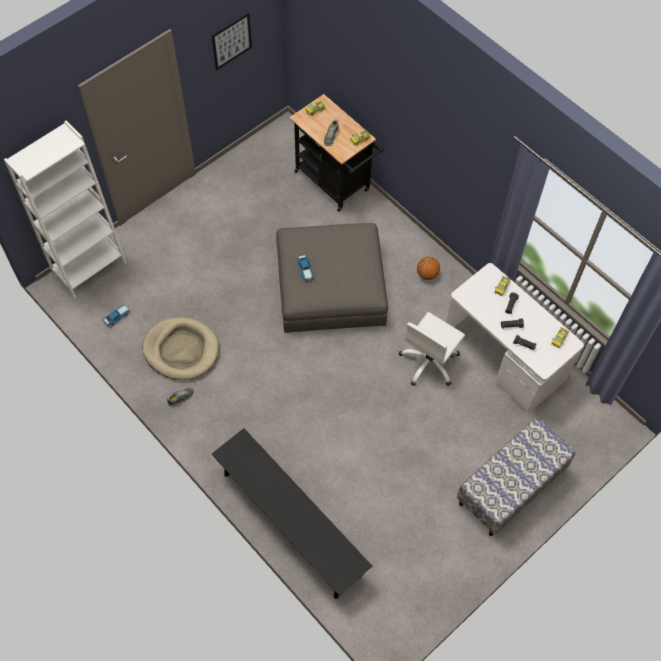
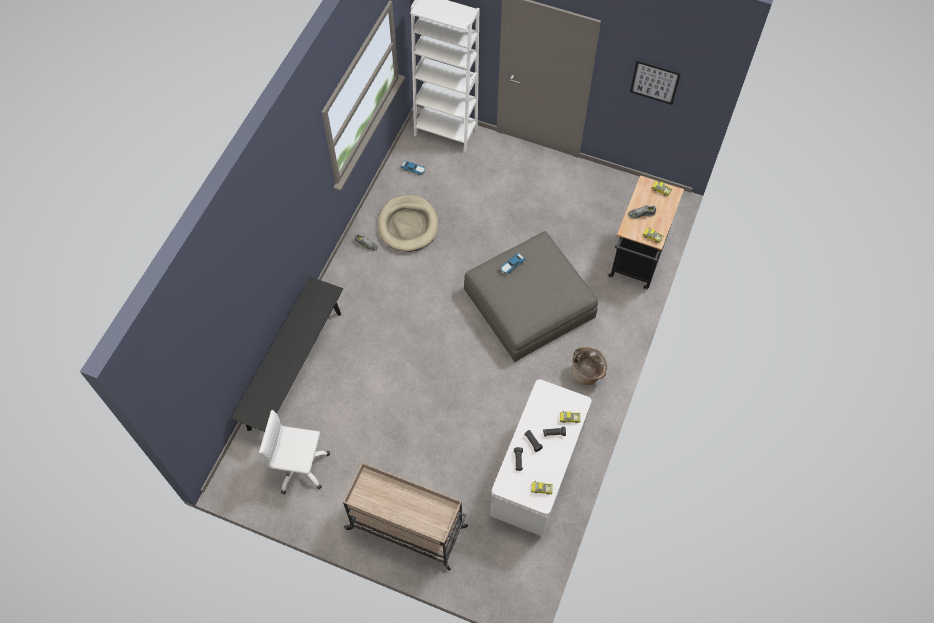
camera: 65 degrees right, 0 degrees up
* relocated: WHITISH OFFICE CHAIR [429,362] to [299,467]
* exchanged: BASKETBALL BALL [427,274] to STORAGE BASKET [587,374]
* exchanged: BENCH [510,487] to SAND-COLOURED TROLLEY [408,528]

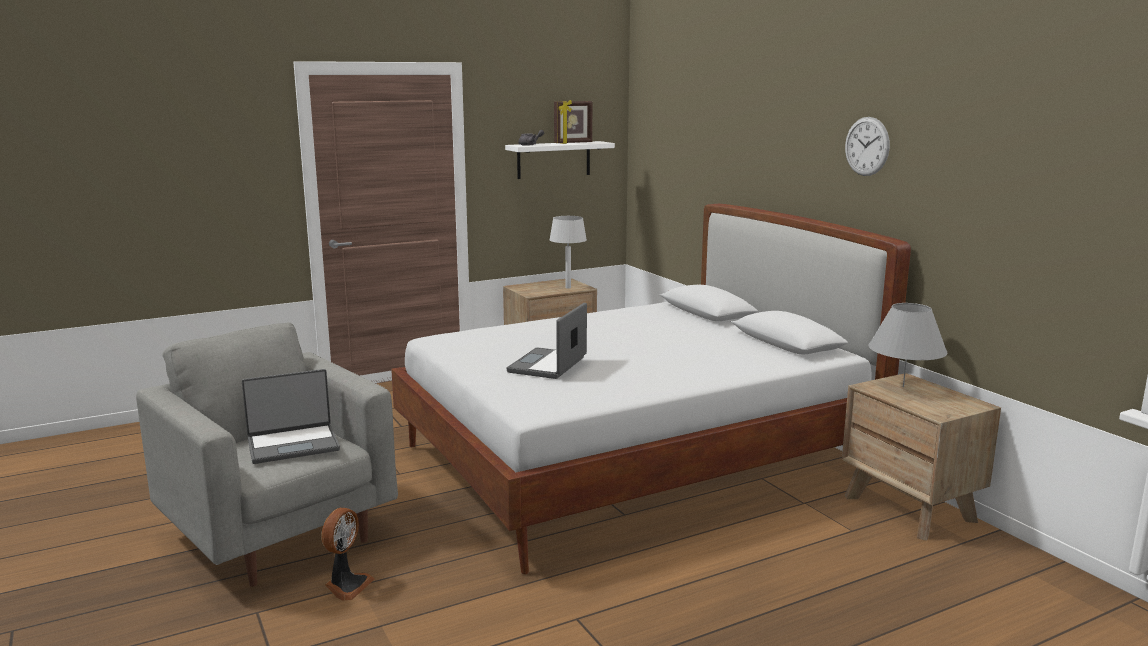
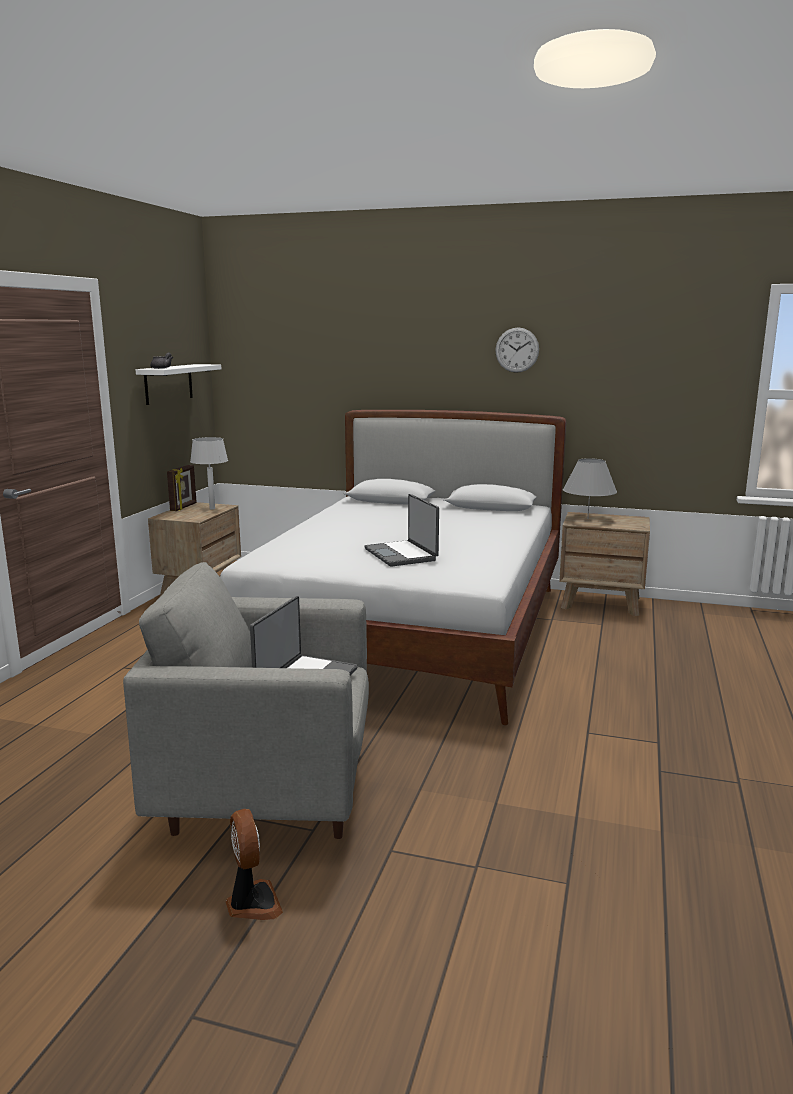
camera: 45 degrees left, 0 degrees up
* relocated: ELECTRIC FAN [347,585] to [252,903]
* relocated: STANDING FRAME [573,143] to [184,507]

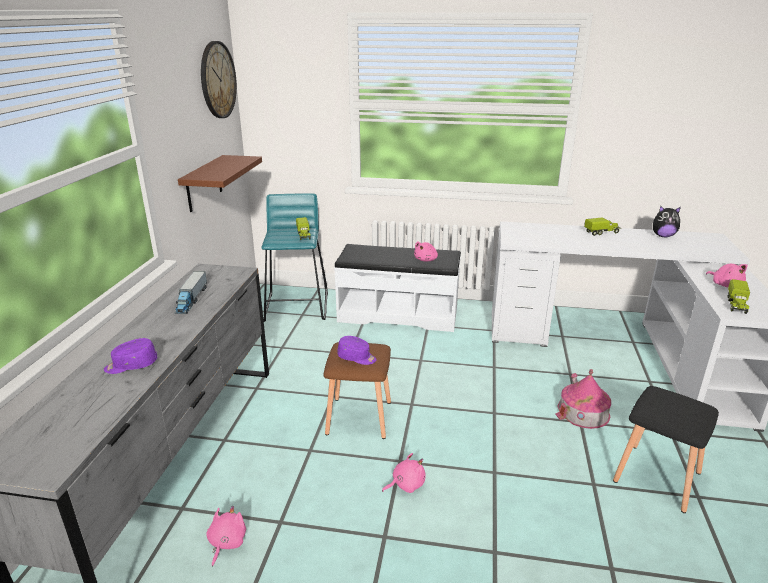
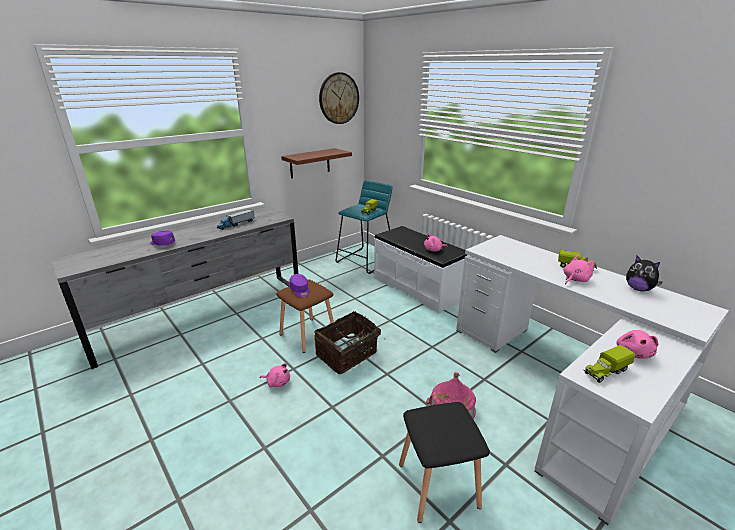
camera: 40 degrees right, 0 degrees up
* appeared: STORAGE BASKET [348,355]
* relocated: PINK SOFT TOY [226,543] to [575,279]

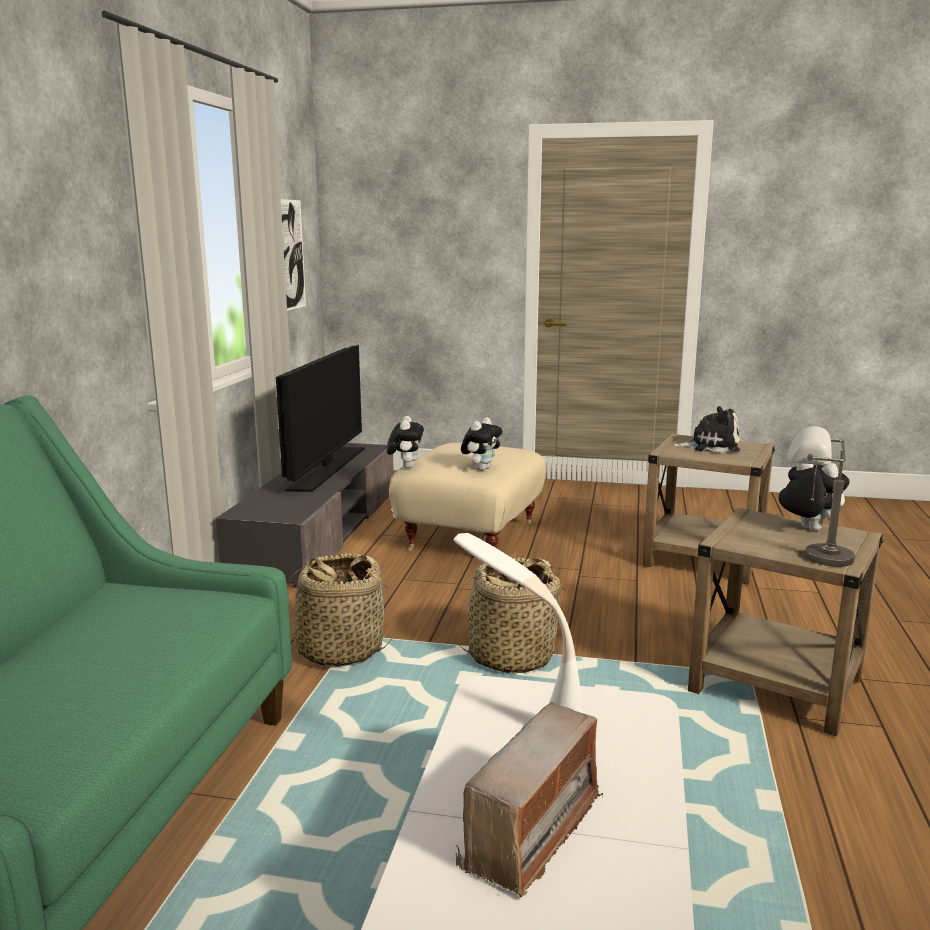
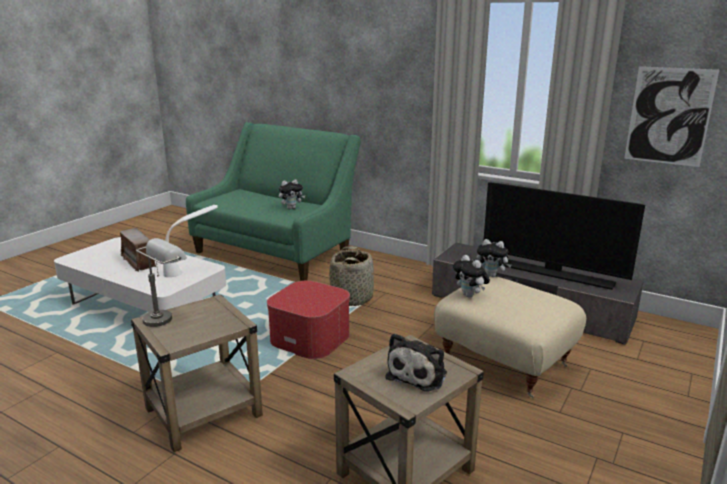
camera: 110 degrees right, 5 degrees up
* relocated: SOFT TOY [807,529] to [291,208]
* exchanged: STORAGE BASKET [511,656] to FOOTREST [310,337]

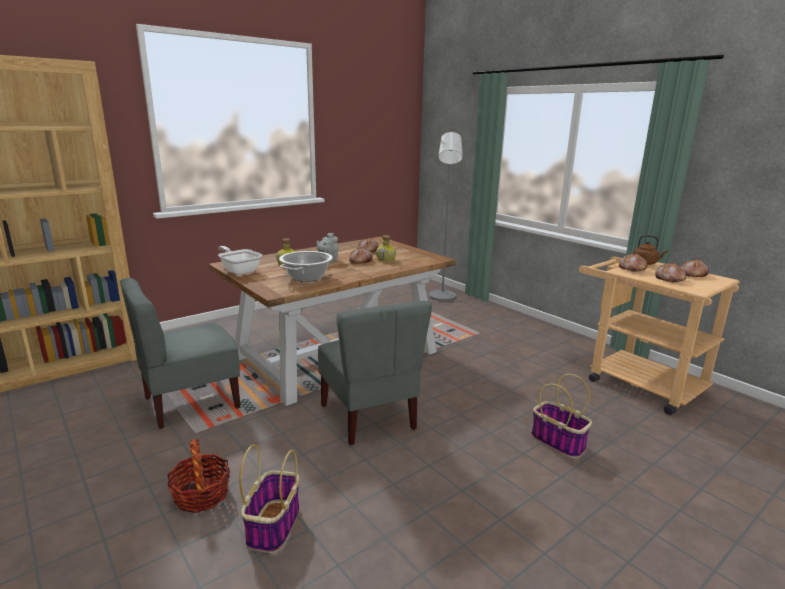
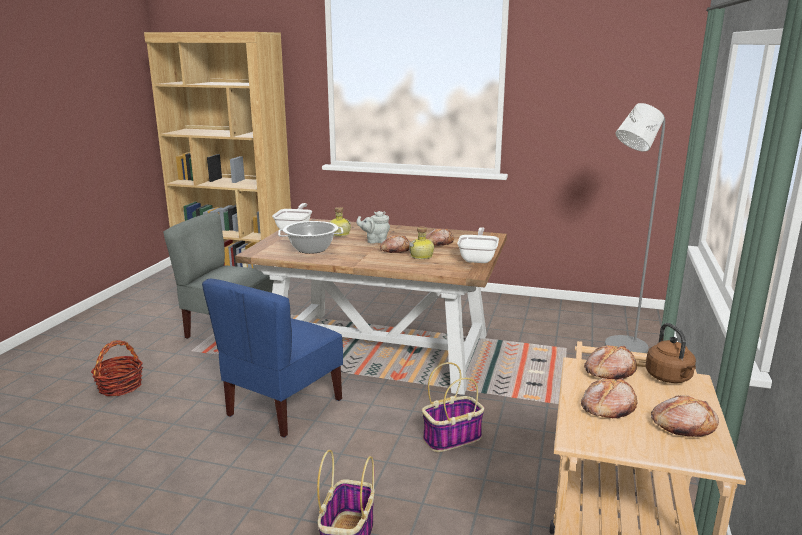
camera: 55 degrees right, 0 degrees up
* appeared: SKILLET [478,258]
* relocated: STORAGE BASKET [273,525] to [452,438]
* colour: GRAY CHAIR [369,417] to BLUISH CHAIR [283,407]

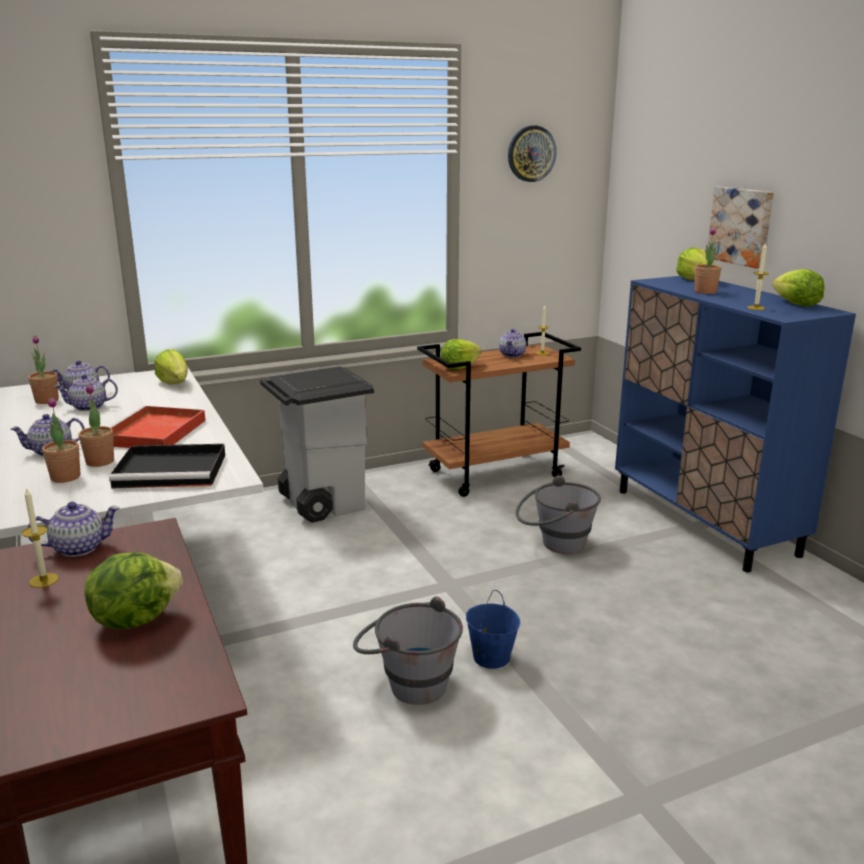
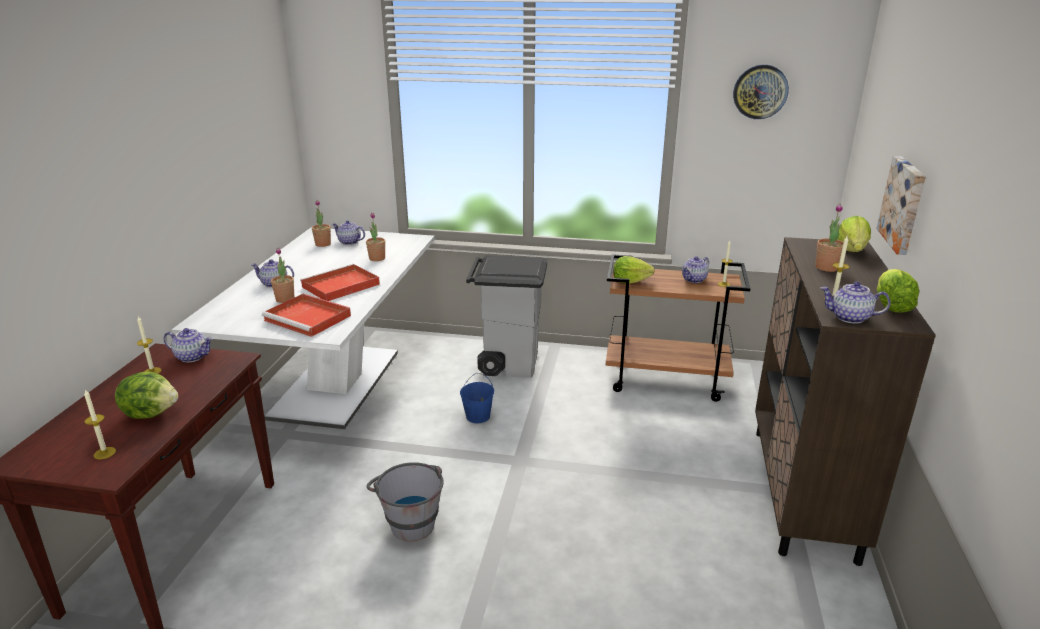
camera: 35 degrees right, 5 degrees up
* missing: LETTUCE HEAD [174,383]
* missing: GRAY WATER BUCKET [554,544]
* appeared: CANDLE [104,453]
* relocated: PLANT IN A POT [65,477] to [377,258]
* relocated: POT FOR TEA [88,407] to [849,318]
* relocated: BLUISH WATER BUCKET [490,657] to [477,416]
* colour: BLACK CARRYING TRAY [173,470] to RED-COLOURED CARRYING TRAY [309,318]
* colour: BLUISH CUPBOARD [704,522] to BROWN-COLOURED CUPBOARD [802,491]

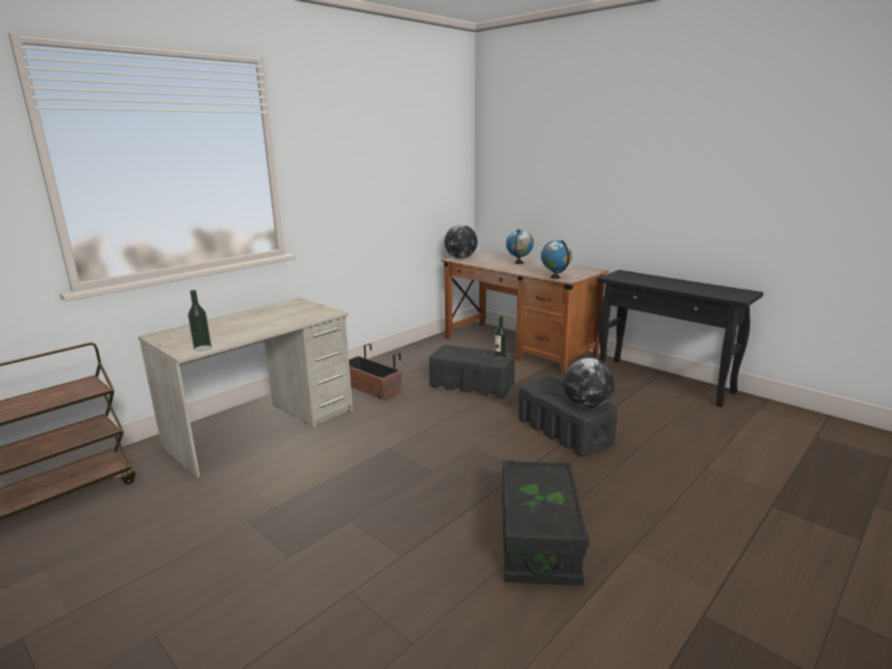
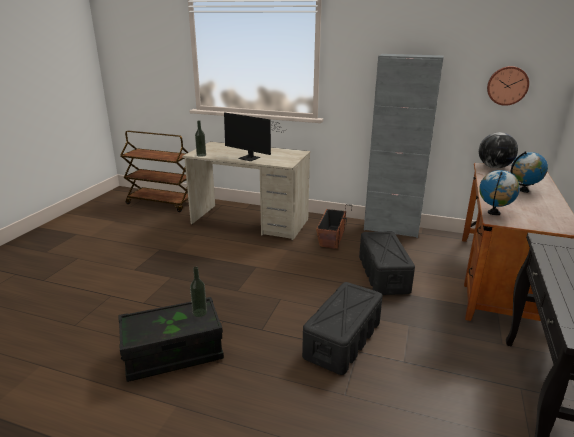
camera: 65 degrees right, 5 degrees up
* missing: DESK GLOBE [587,405]
* appeared: COMPUTER DISPLAY [251,159]
* appeared: GRAY CUPBOARD [391,229]
* appeared: HANGING CLOCK [507,85]
* relocated: BOTTLE [500,358] to [199,312]

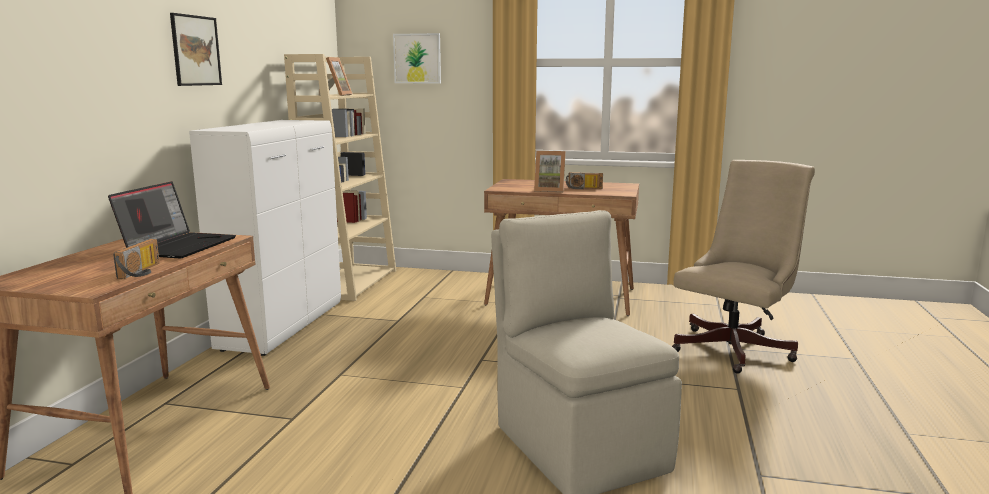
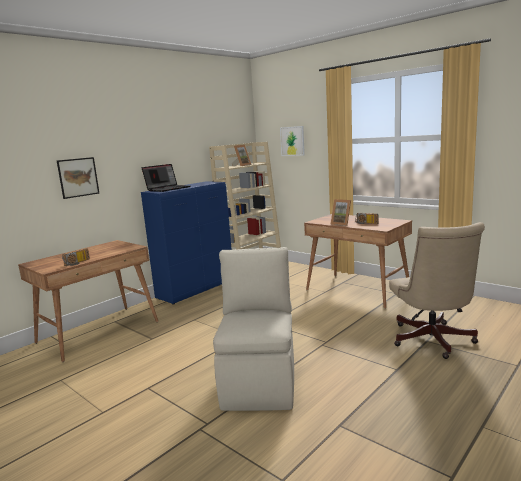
camera: 30 degrees right, 0 degrees up
* relocated: NOTEBOOK COMPUTER [179,246] to [168,189]
* relocated: WALL PICTURE [196,50] to [78,177]
* colour: WHITISH CUPBOARD [283,326] to BLUISH CUPBOARD [196,289]
* spun: SAND-COLOURED OFFICE CHAIR [737,348] = [433,342] 105 degrees clockwise

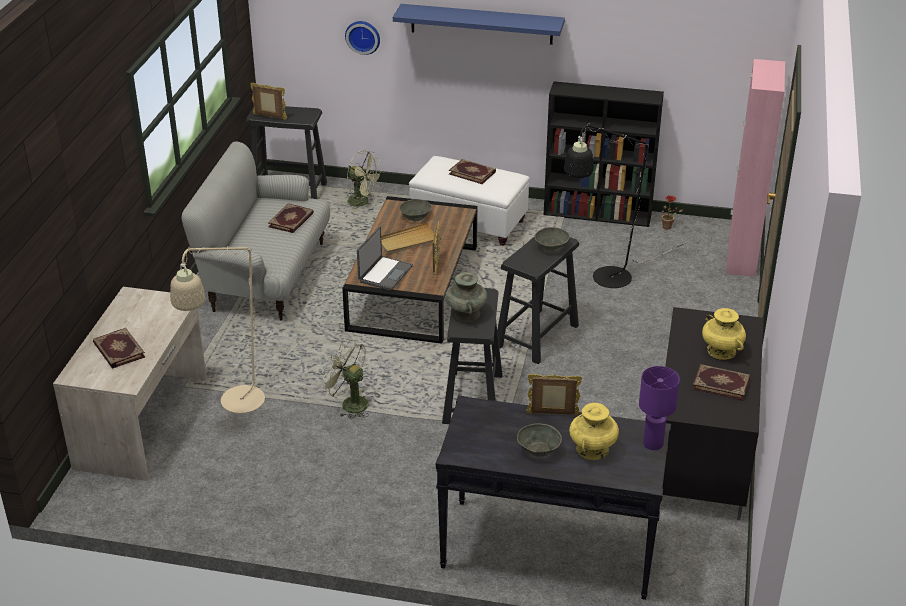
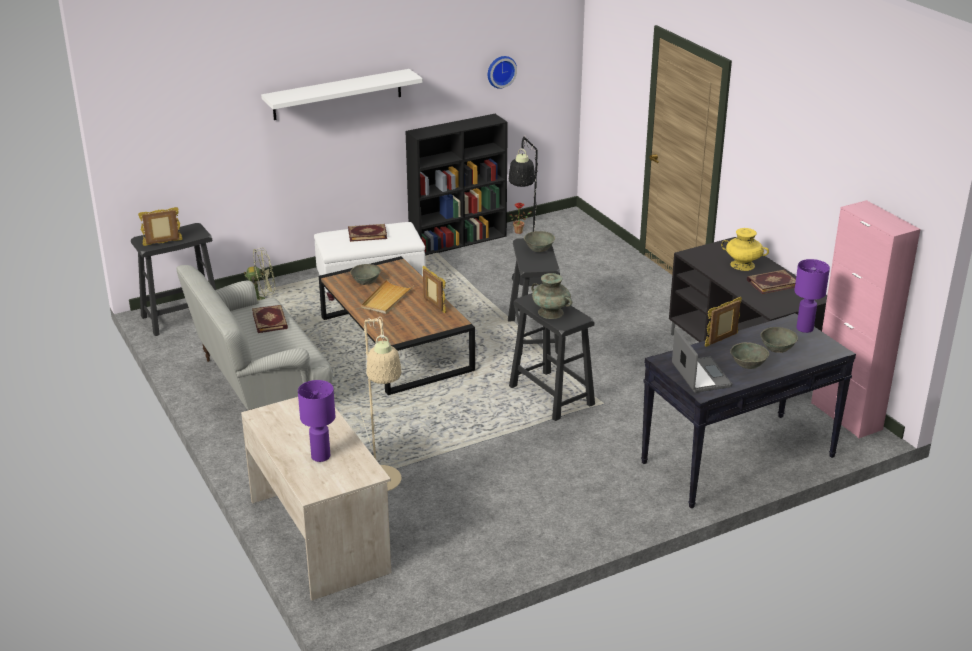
camera: 40 degrees left, 5 degrees down
* missing: GREENISH ELECTRIC FAN [349,403]
* relocated: HANGING CLOCK [363,36] to [500,71]
* relocated: NOTEBOOK COMPUTER [384,274] to [700,376]
* relocated: PINK CUPBOARD [741,257] to [846,416]
* exchanged: BOOK [118,350] to PURPLISH LAMP FOR A TABLE [320,456]
* exchanged: YELLOW-COLOURED VASE [592,449] to GRAY BOWL [777,348]
* colour: BLUISH BRACKET SHELF [481,24] to WHITISH BRACKET SHELF [337,94]

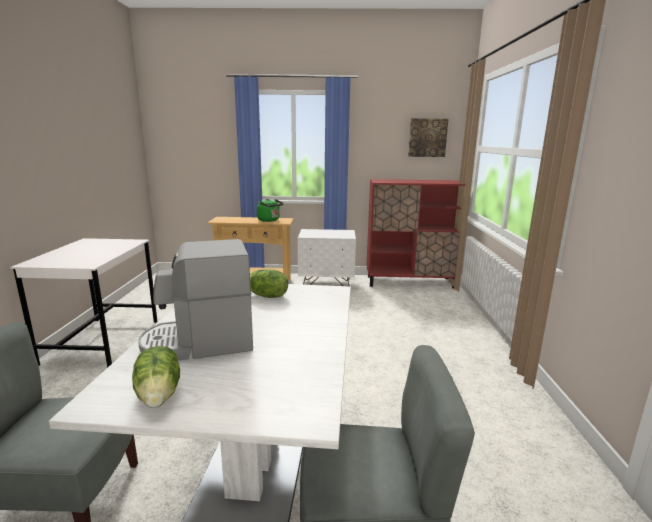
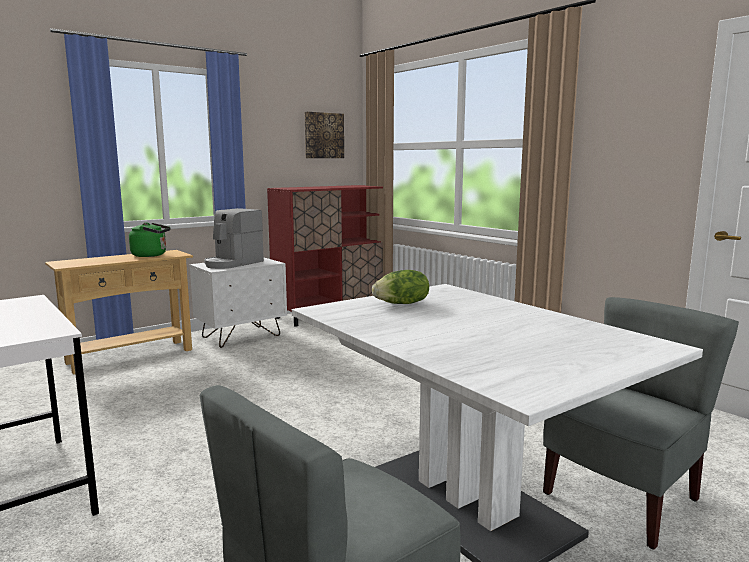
camera: 40 degrees left, 5 degrees down
* missing: LETTUCE HEAD [160,394]
* relocated: COFFEE BREWER [199,343] to [233,263]

